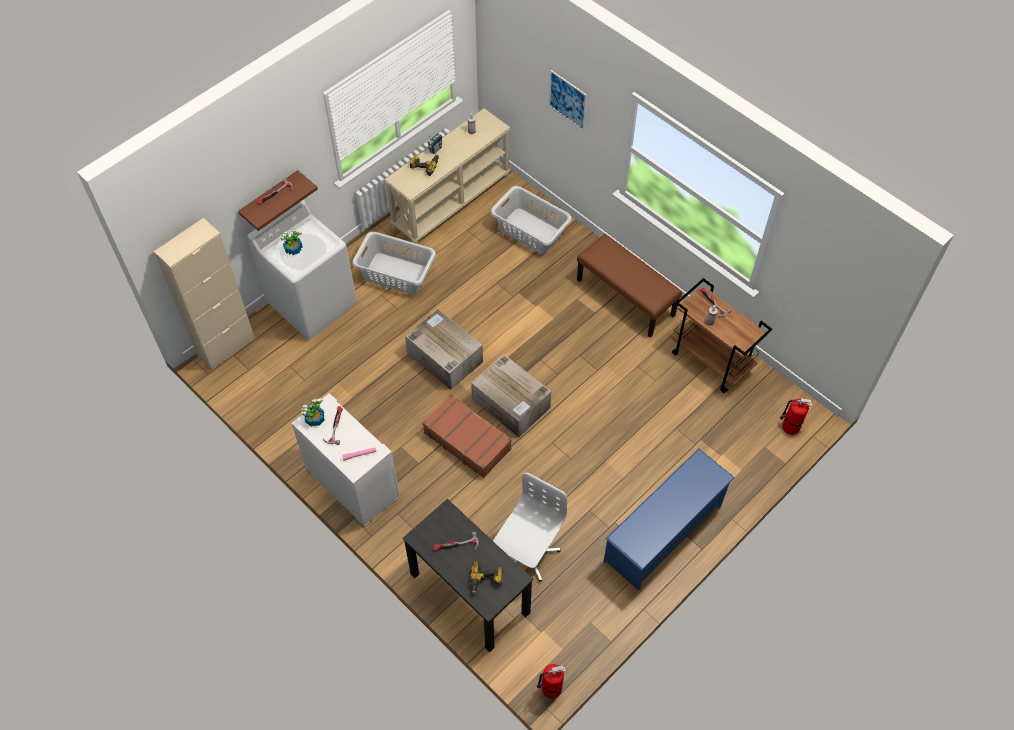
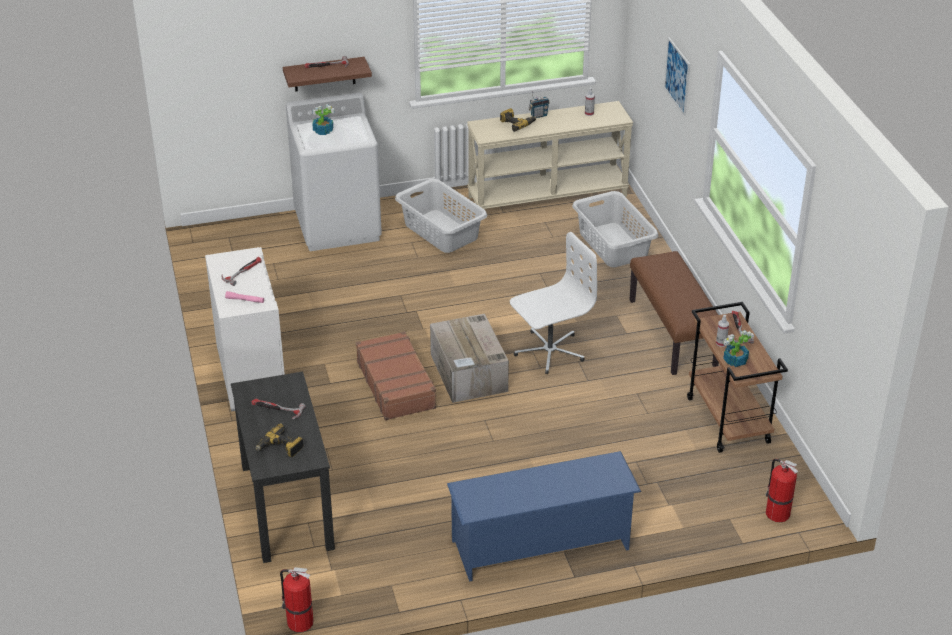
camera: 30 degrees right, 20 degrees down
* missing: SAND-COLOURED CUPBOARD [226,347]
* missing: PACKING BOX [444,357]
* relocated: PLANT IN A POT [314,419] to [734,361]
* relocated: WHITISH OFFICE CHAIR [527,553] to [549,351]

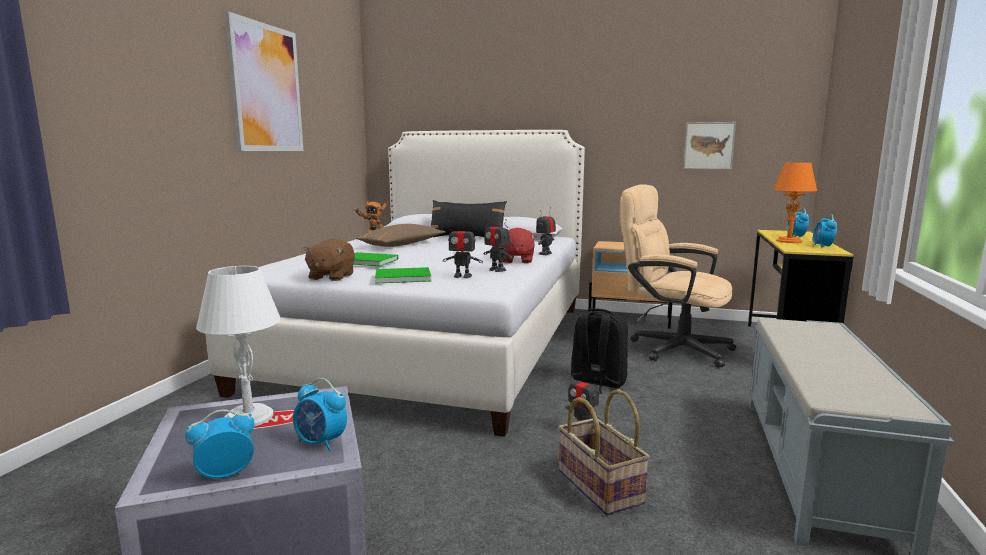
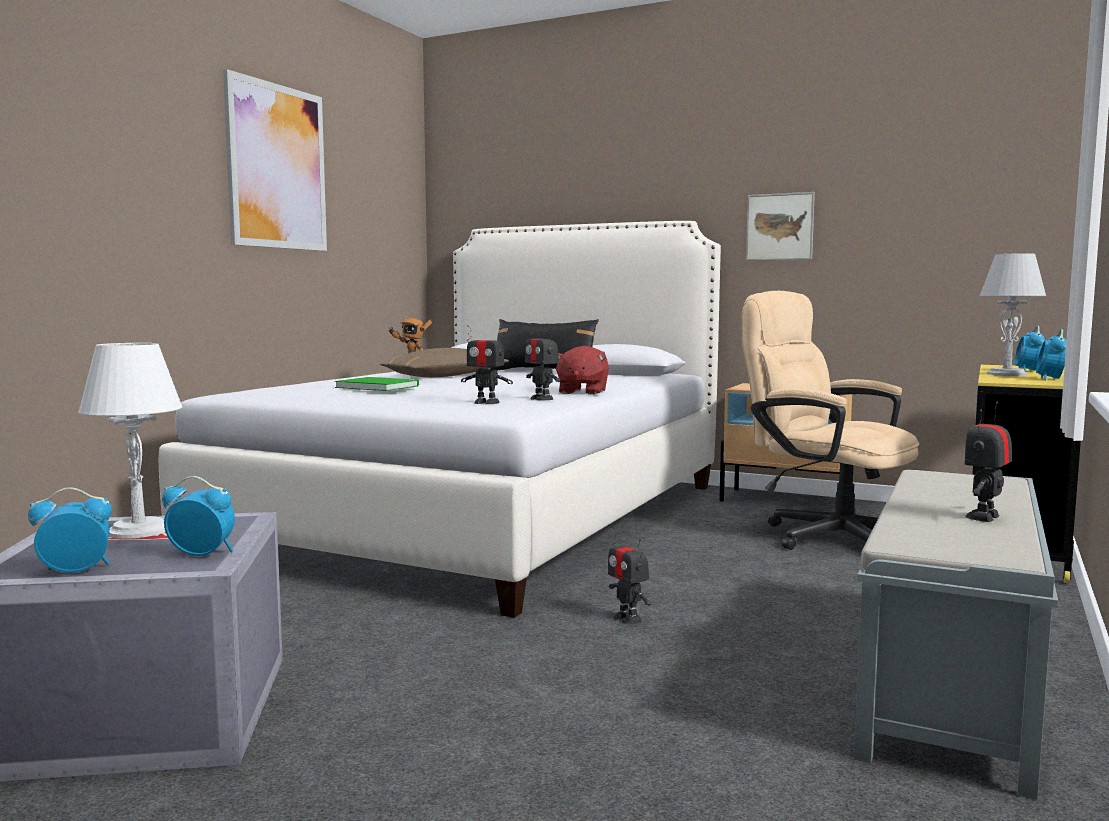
camera: 10 degrees right, 5 degrees down
* missing: BROWN-COLOURED SOFT TOY [331,277]
* missing: GREENISH BOOK [401,277]
* missing: STORAGE BASKET [598,487]
* missing: BLACK RUCKSACK [597,382]
* relocated: ROBOT FIGURE [545,254] to [984,517]
* relocated: WALL PICTURE [709,145] to [780,227]
* colour: ORANGE LAMP FOR A TABLE [789,241] to GRAY LAMP FOR A TABLE [1007,374]
* spun: BEDSIDE CLOCK [321,443] = [202,554] 150 degrees clockwise

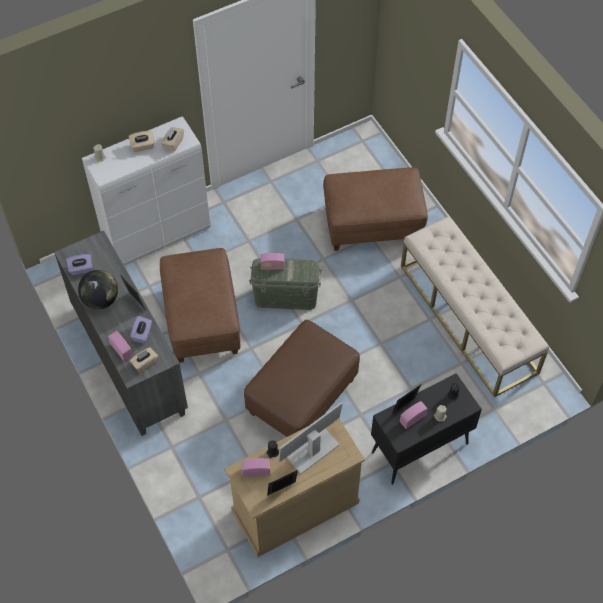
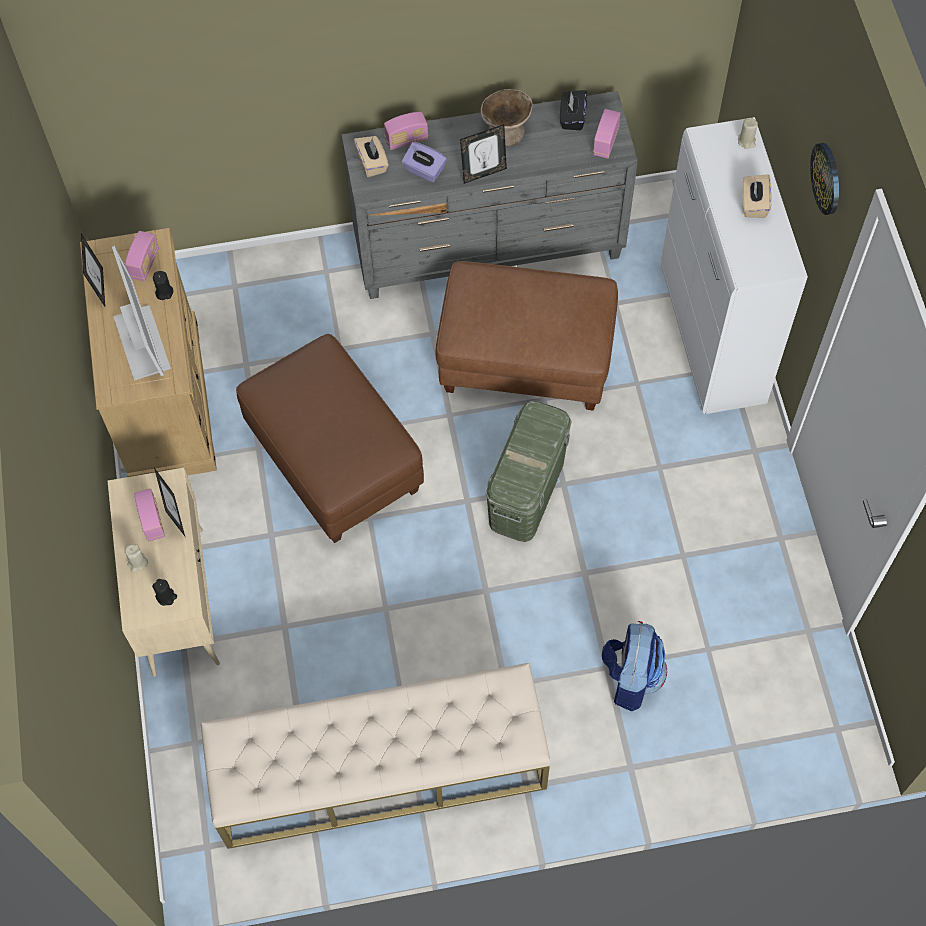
camera: 110 degrees right, 5 degrees up
* missing: SAND-COLOURED TISSUE BOX [173,143]
* appeared: HANGING CLOCK [827,178]
* relocated: RADIO [272,266] to [605,142]
* exchanged: DESK GLOBE [101,299] to SAND-COLOURED BOWL [506,132]
* exchanged: BROWN-COLOURED FOOTREST [372,225] to RUCKSACK [630,677]
* colour: PURPLISH TISSUE BOX [81,269] to BLACK TISSUE BOX [572,118]
* colour: BLACK CUPBOARD [419,448] to SAND-COLOURED CUPBOARD [178,599]

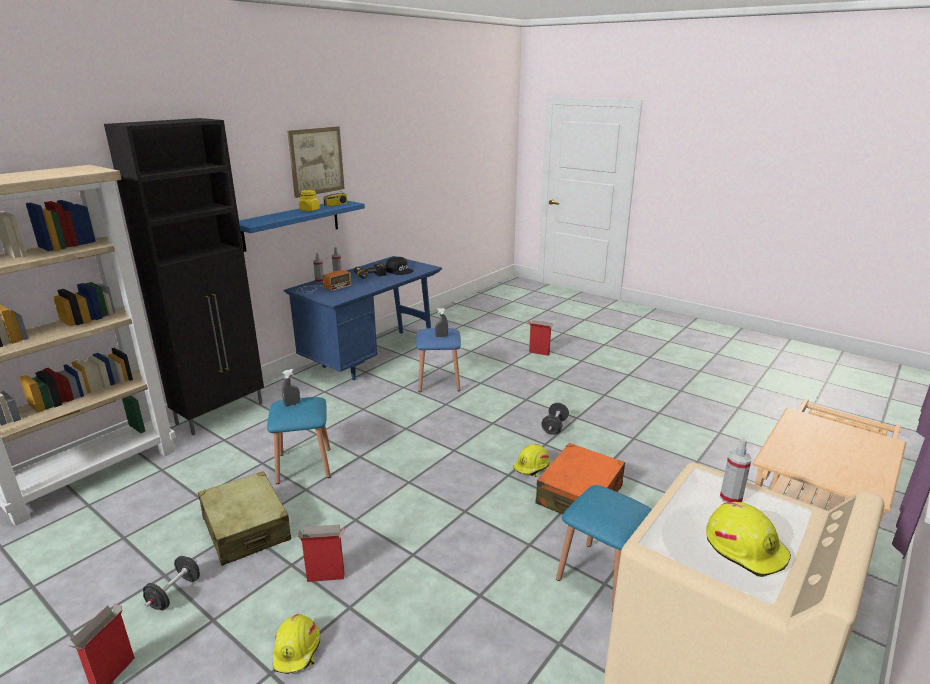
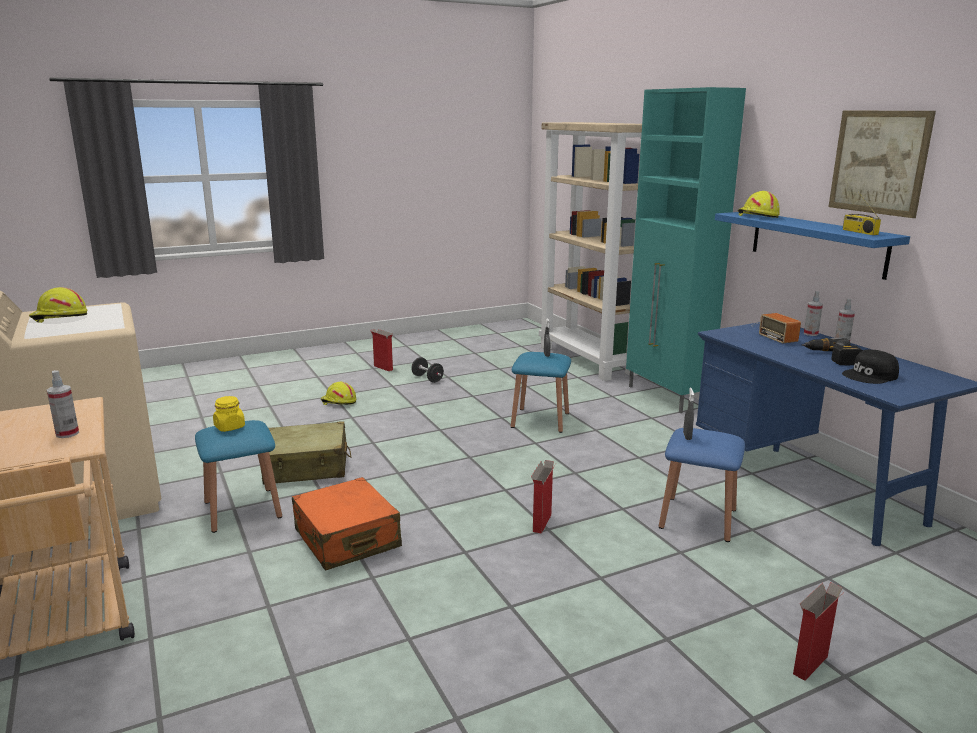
camera: 115 degrees right, 5 degrees down
* missing: BLACK DUMBBELL [554,427]
* relocated: SAND-COLOURED TRAVEL CASE [246,529] to [307,467]
* relocated: PACKING BOX [326,577] to [542,523]
* relocated: YELLOW-COLOURED STORAGE JAR [309,210] to [229,427]
* relocated: YELLOW-COLOURED HARD HAT [532,467] to [757,216]
* relocated: SPRAY BOTTLE [730,498] to [67,434]
* colour: BLACK CUPBOARD [221,413] to TURQUOISE CUPBOARD [667,397]

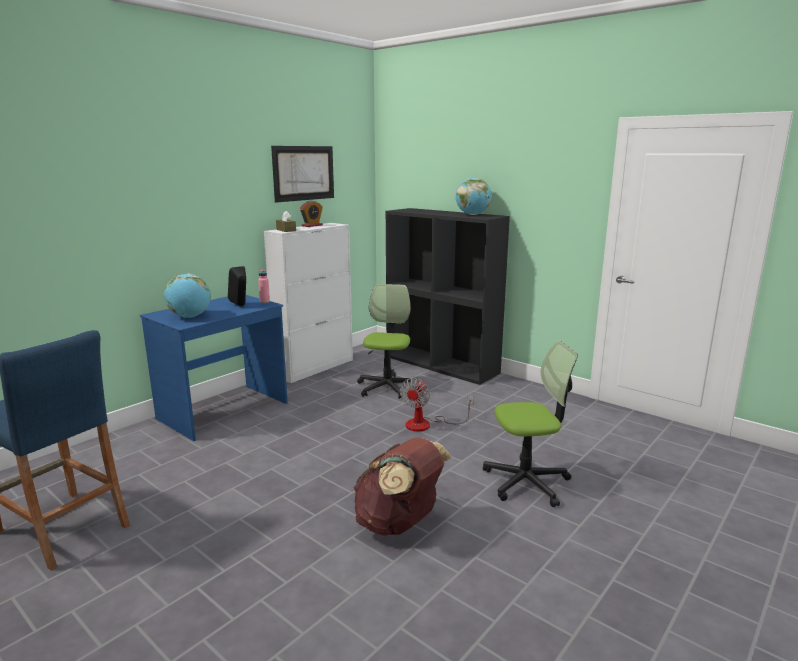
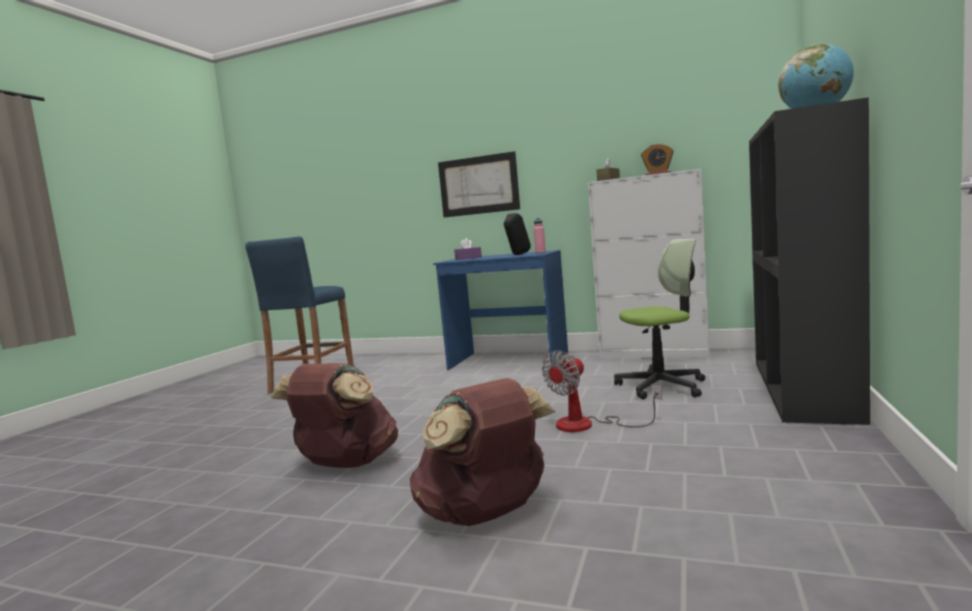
camera: 70 degrees right, 10 degrees down
* relocated: WALL PICTURE [304,173] to [478,185]
* exchanged: DESK GLOBE [190,317] to PURPLISH TISSUE BOX [468,258]
* exchanged: OFFICE CHAIR [526,482] to BROWN-COLOURED RUCKSACK [486,514]
* spun: ELECTRIC FAN [427,424] = [588,425] 45 degrees counterclockwise

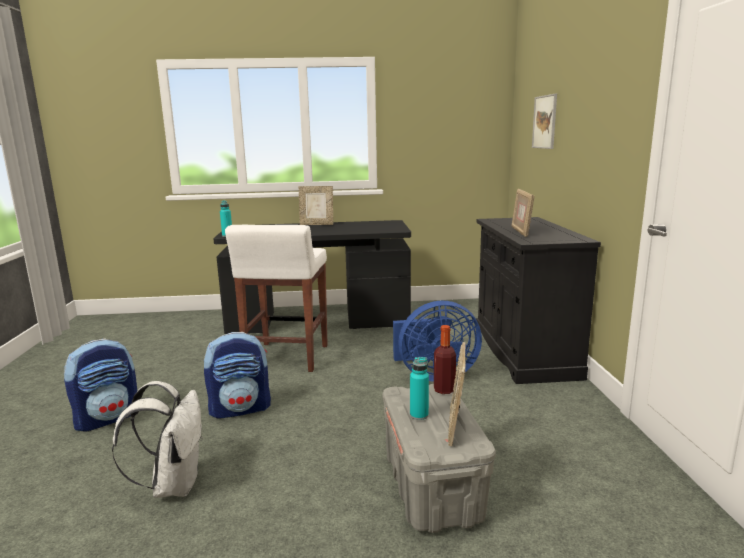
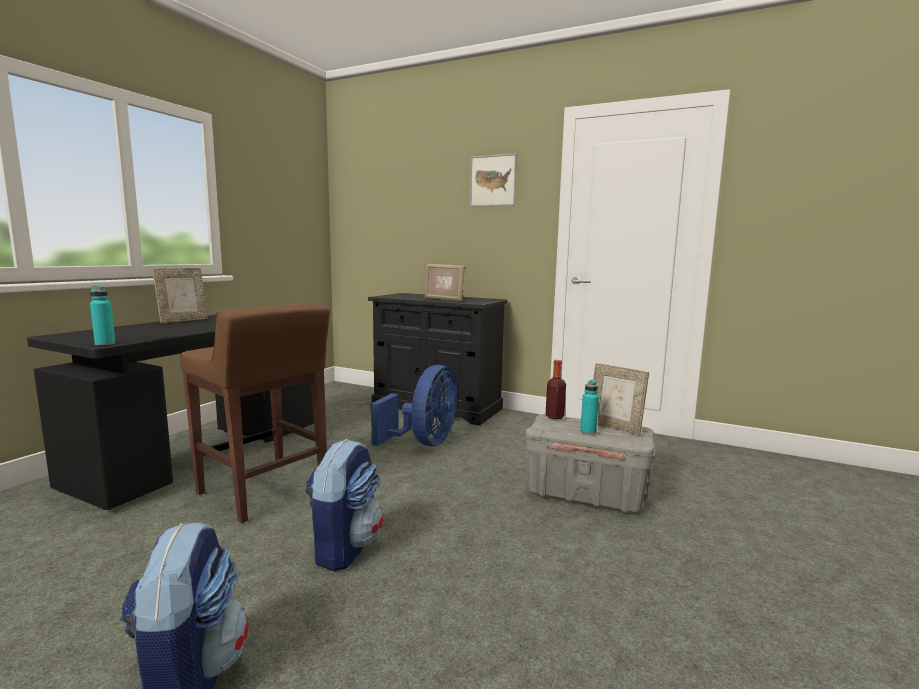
camera: 60 degrees left, 5 degrees down
* missing: WHITISH RUCKSACK [174,484]
* relocated: WALL PICTURE [544,122] to [493,181]
* colour: WHITISH SITTING STOOL [286,358] to BROWN-COLOURED SITTING STOOL [264,491]

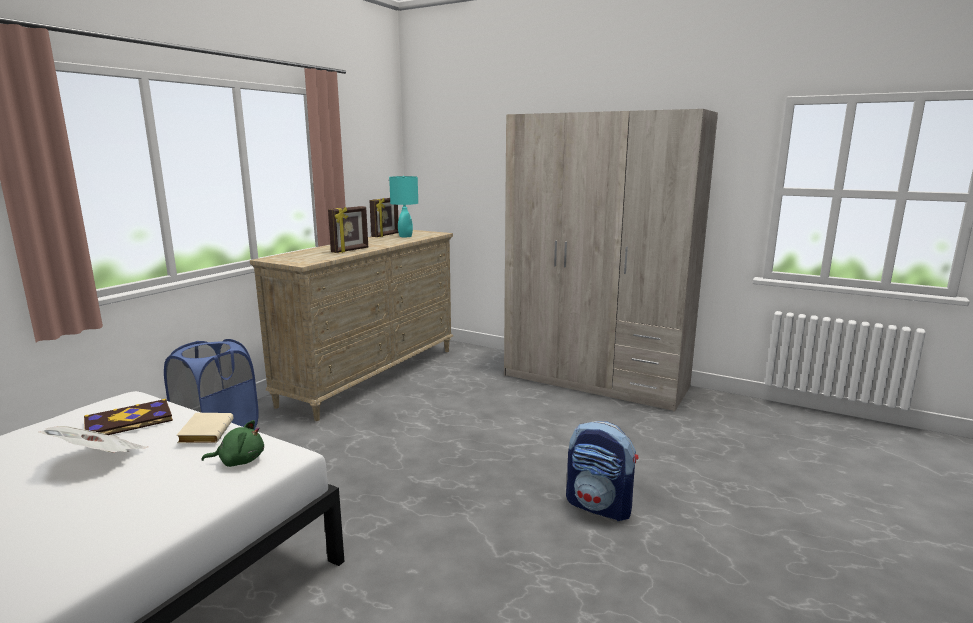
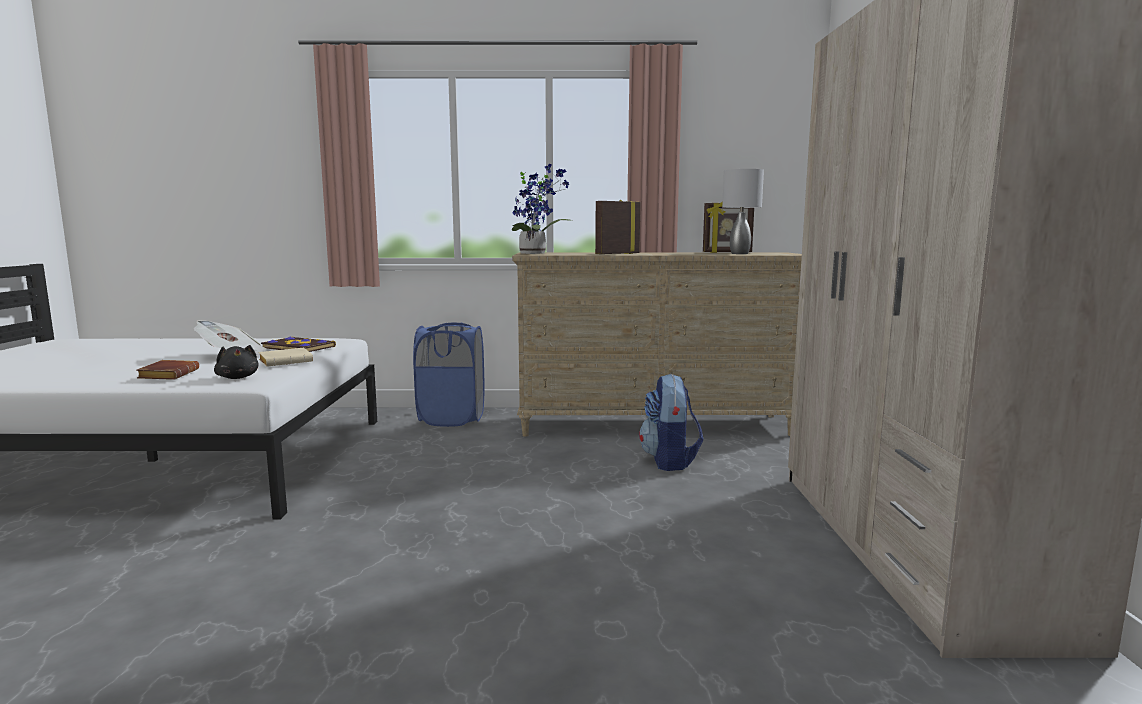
camera: 60 degrees right, 5 degrees down
* appeared: BROWN-COLOURED BOOK [168,375]
* appeared: PLANT IN A POT [535,253]
* relocated: RUCKSACK [600,506] to [669,461]
* colour: GREENISH SOFT TOY [239,461] to BLACK SOFT TOY [238,377]
* colour: TURQUOISE LAMP FOR A TABLE [405,236] to GRAY LAMP FOR A TABLE [739,253]
* spun: STANDING FRAME [350,250] = [617,254] 135 degrees clockwise

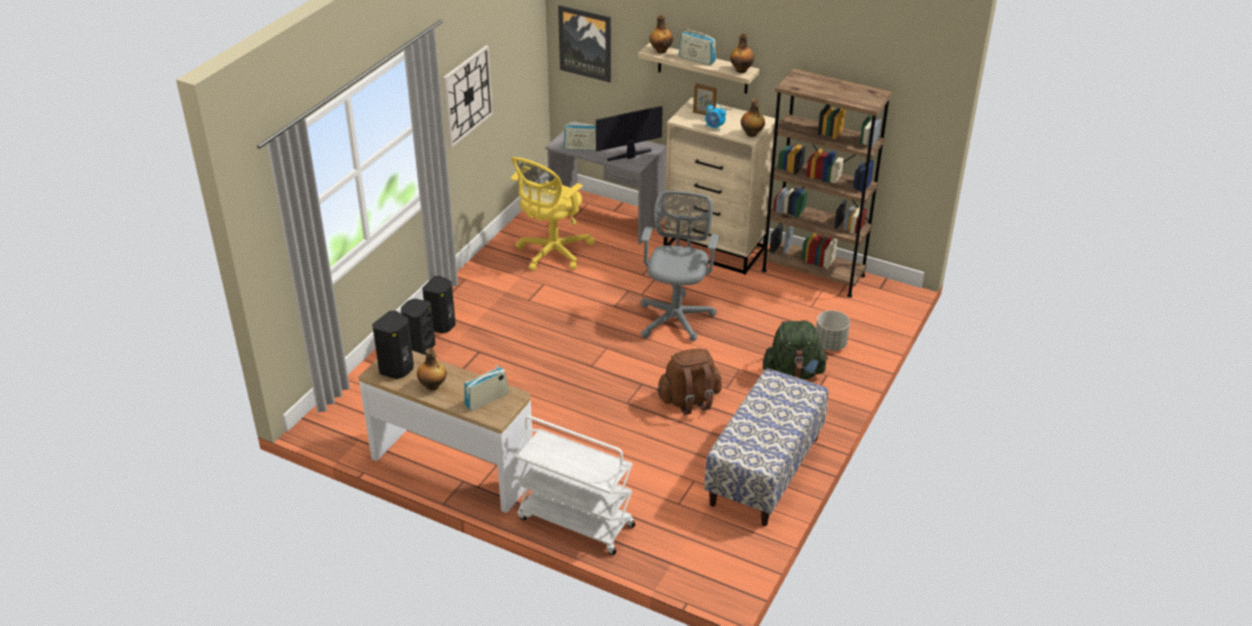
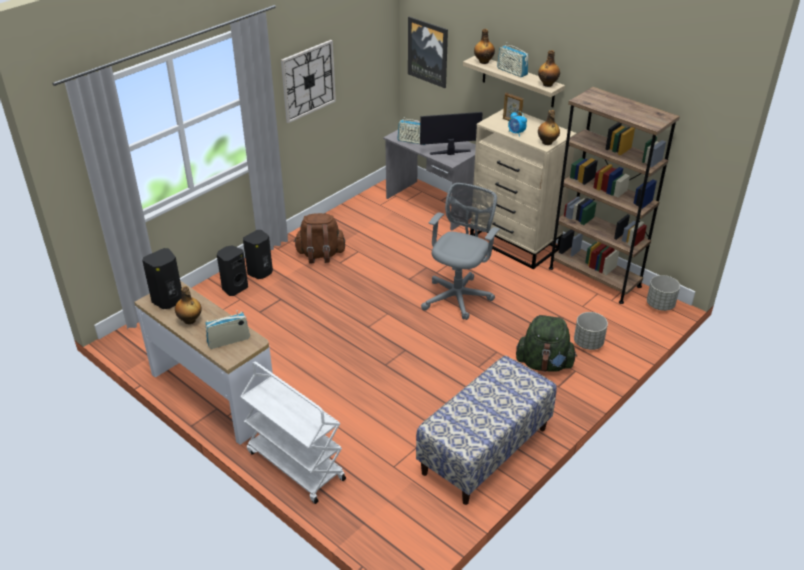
camera: 15 degrees right, 0 degrees up
* missing: YELLOW-COLOURED OFFICE CHAIR [552,253]
* appeared: GRAY PLANT POT [660,305]
* relocated: BROWN-COLOURED RUCKSACK [689,400] to [320,255]

